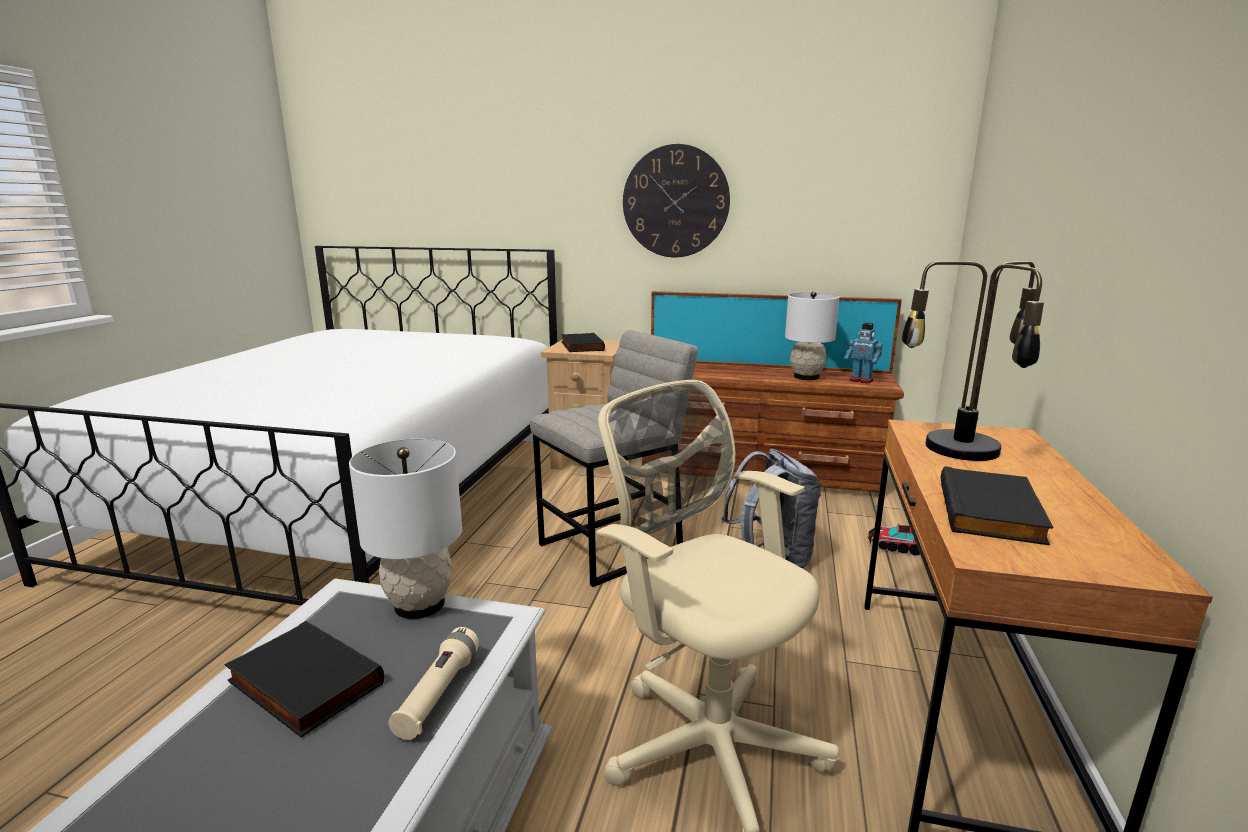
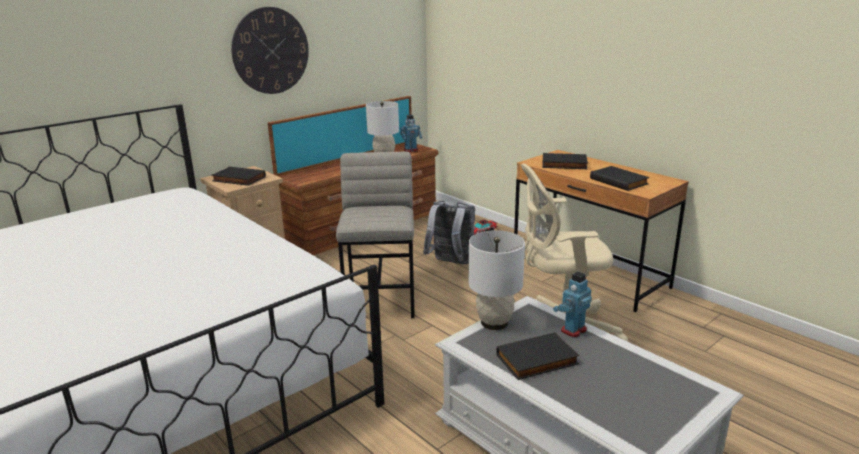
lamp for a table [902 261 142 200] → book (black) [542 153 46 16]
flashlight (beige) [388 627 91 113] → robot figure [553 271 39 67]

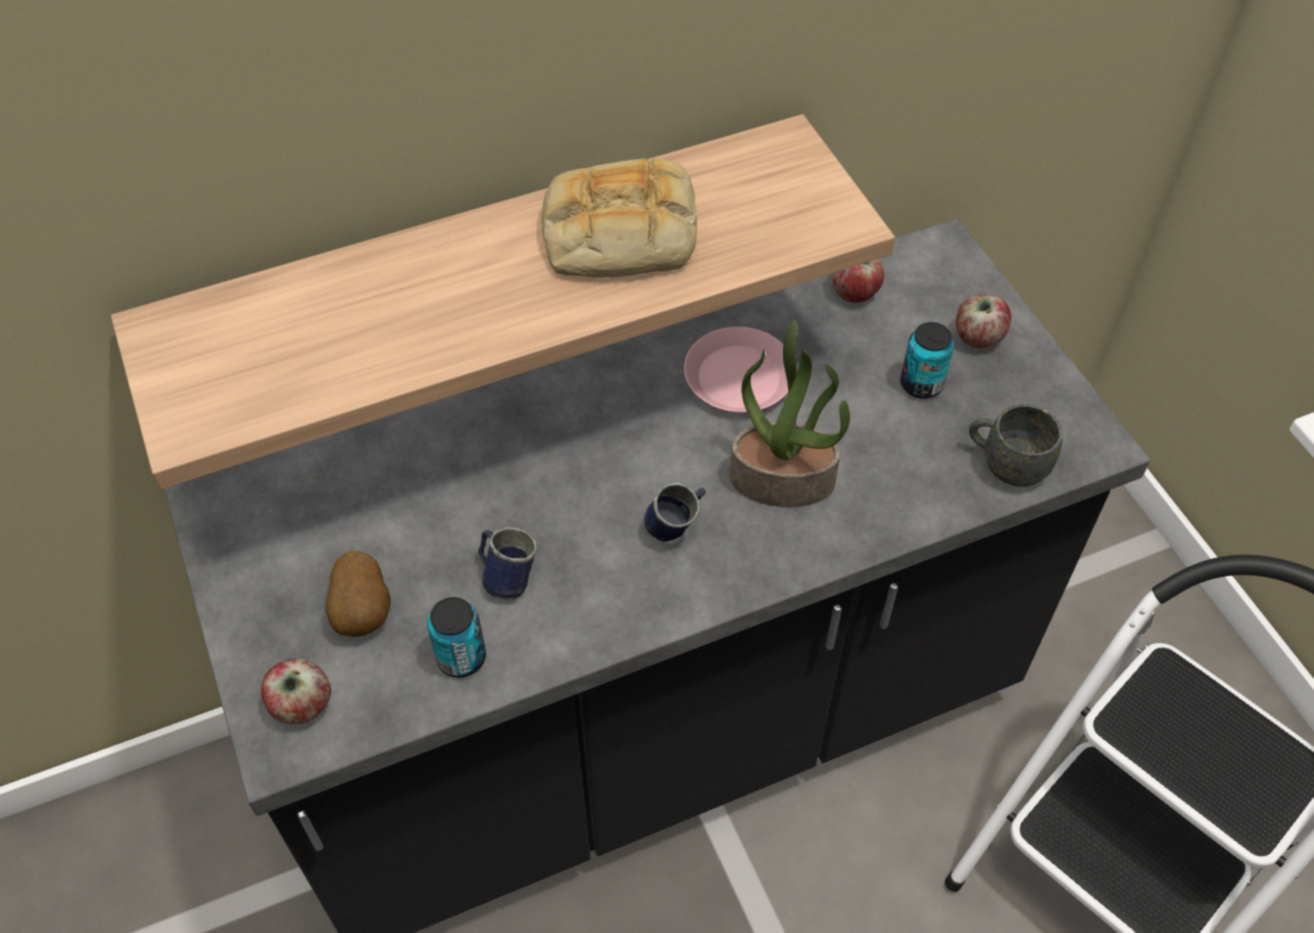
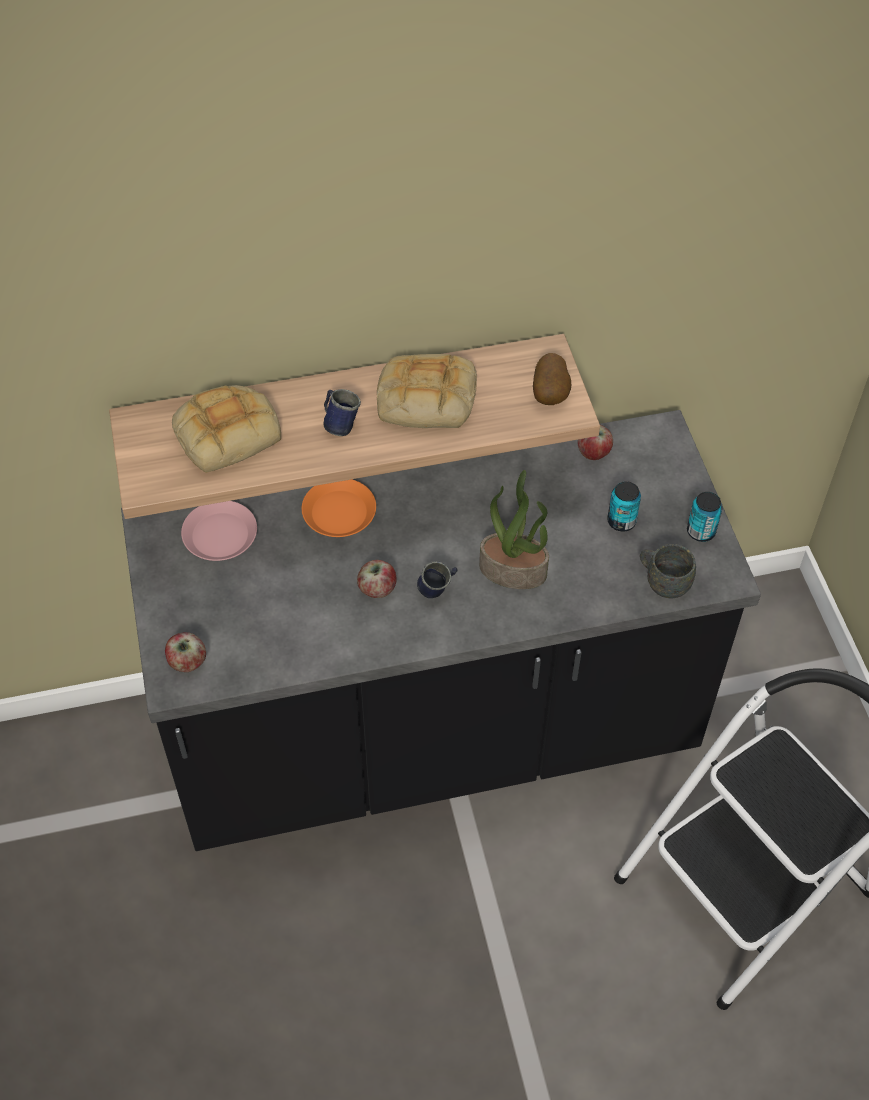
- → bread [172 385 109 88]
flat dish (pink-coloured) [684 327 104 85] → flat dish (pink-coloured) [181 501 76 60], relocated
- → flat dish (orangey) [302 479 74 58]
coffee mug (bluish) [478 527 59 73] → coffee mug (bluish) [323 389 38 47], relocated
whole apple [956 294 55 54] → whole apple [357 560 40 38], relocated
whole potato [326 551 65 86] → whole potato [533 353 38 52], relocated
sealed can [427 597 59 81] → sealed can [687 492 36 50], relocated

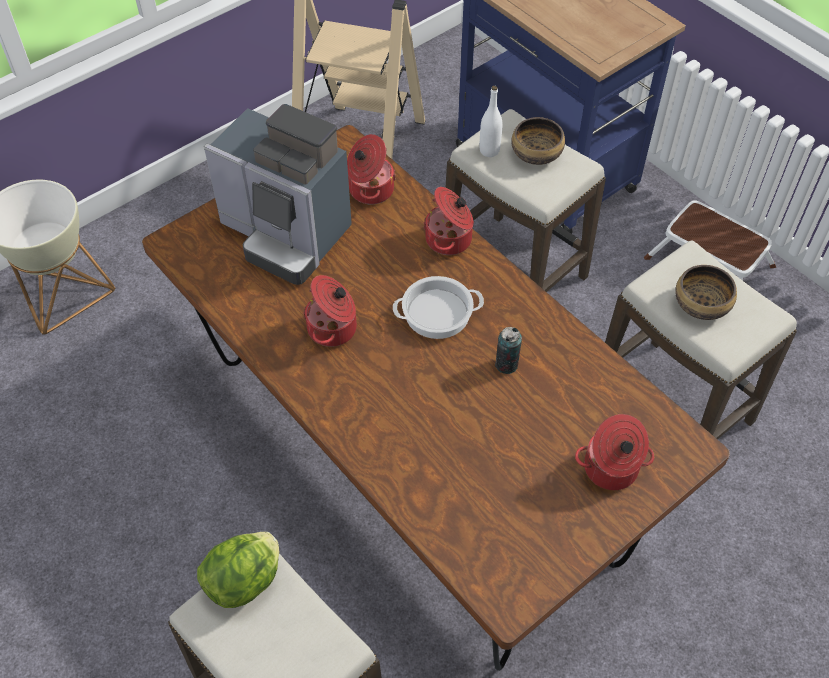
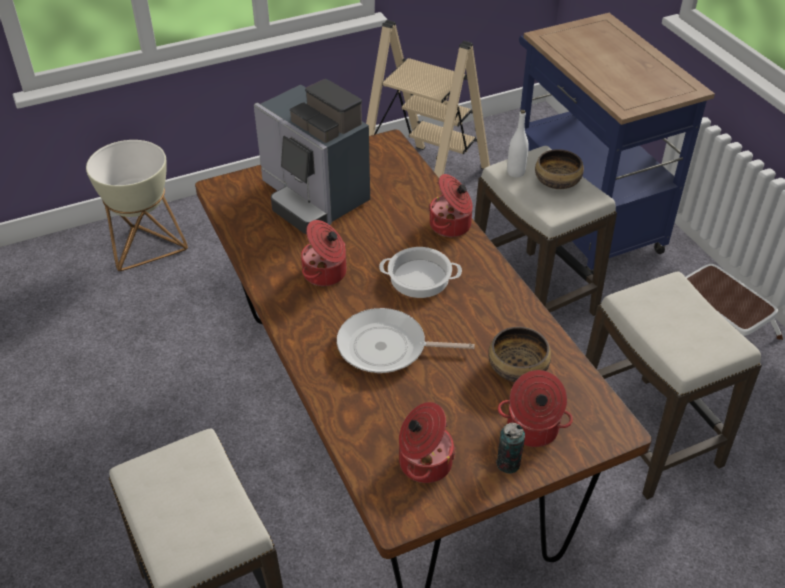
- → frying pan [337 308 138 65]
cooking pot [347 134 49 70] → cooking pot [399 402 57 81], relocated
bowl [675 265 62 55] → bowl [488 327 63 55], relocated
sealed can [495 327 27 47] → sealed can [496 423 29 51], relocated
lettuce head [197 532 82 76] → -

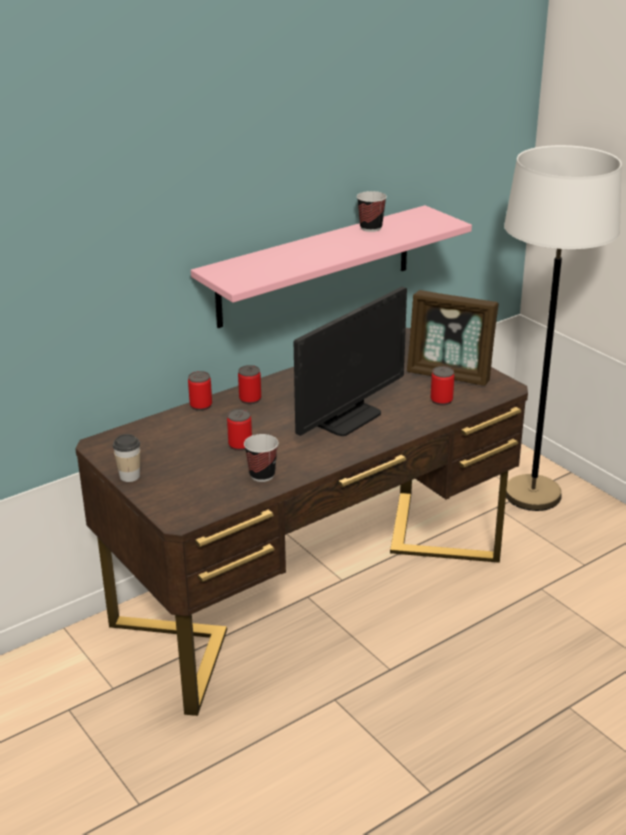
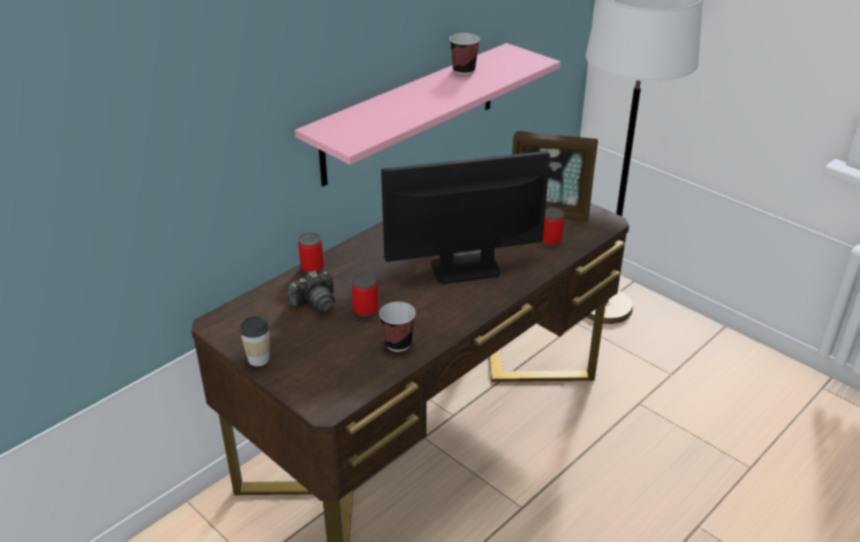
- → photo camera [288 271 47 42]
computer display [294 287 113 149] → computer display [381 151 169 133], 135 degrees counterclockwise
sealed can [238 365 23 39] → -

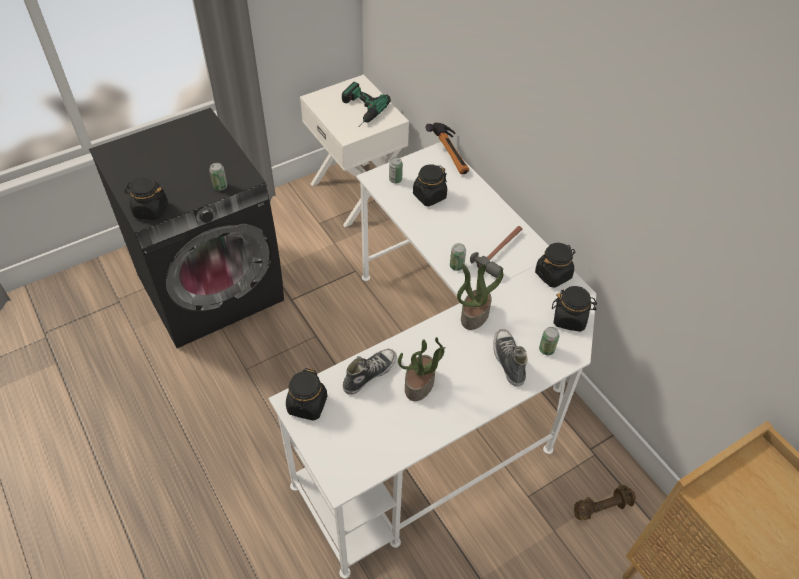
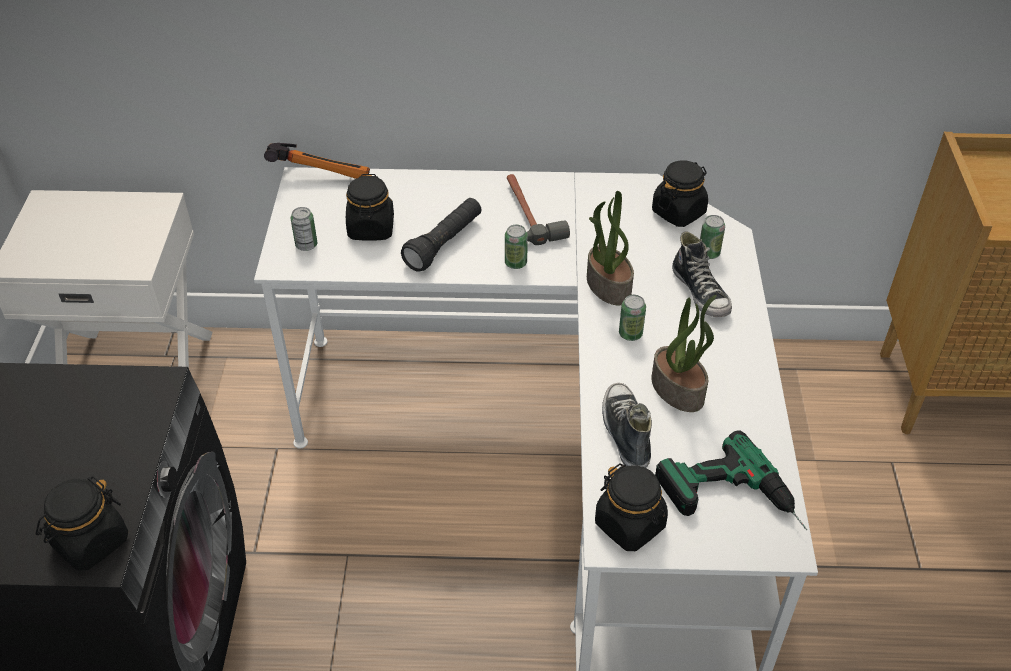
- → flashlight (black) [401 198 80 74]
sealed can [209 163 18 28] → sealed can [619 295 27 46], relocated
power drill [342 82 49 45] → power drill [655 430 152 100], relocated
item of footwear [493 329 34 58] → item of footwear [672 231 60 86], 135 degrees counterclockwise
preserve jar (black) [535 243 40 45] → -
free weight (brown) [574 485 62 35] → -

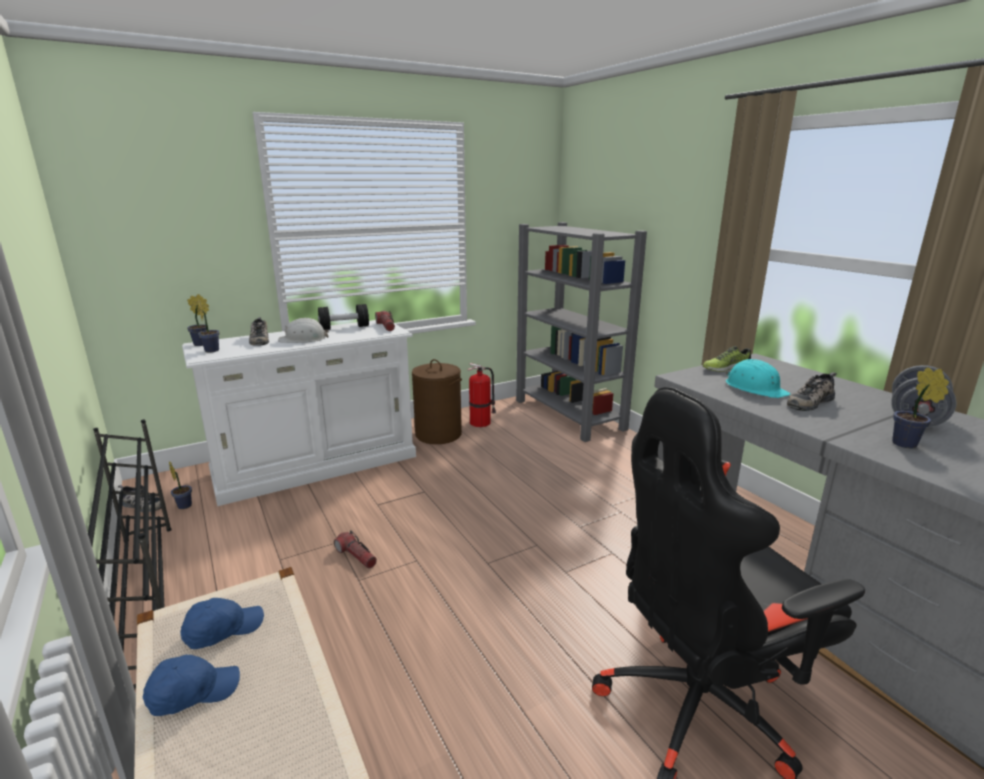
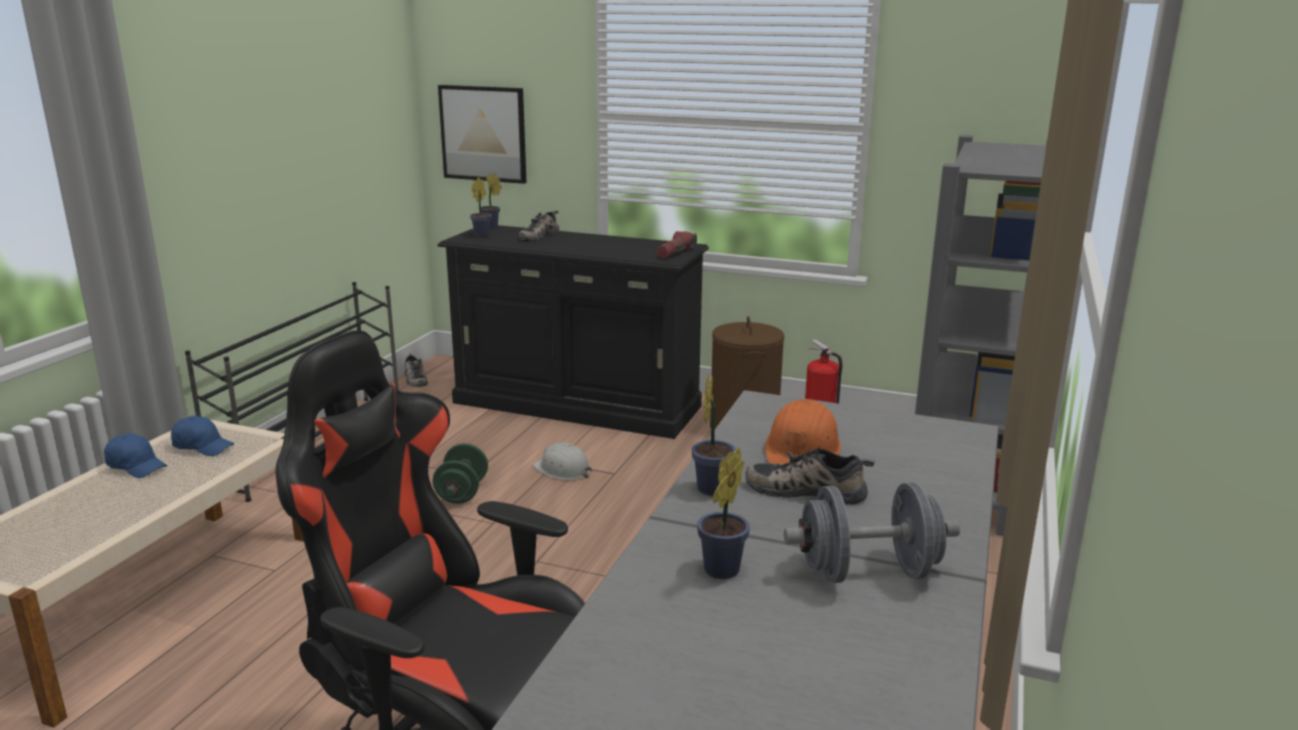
flashlight [334 531 43 38] → free weight (greenish) [433 443 55 61]
cupboard (white) [182 320 234 186] → cupboard (black) [437 225 272 214]
- → wall picture [438 85 89 99]
safety helmet (white) [278 318 51 25] → safety helmet (white) [533 443 59 37], relocated
houseplant [169 461 23 48] → houseplant [691 374 45 122], relocated
safety helmet (blue-green) [726 359 64 39] → safety helmet (orangey) [765 399 76 65]
free weight (black) [318 304 51 26] → -
item of footwear [703 346 48 26] → -

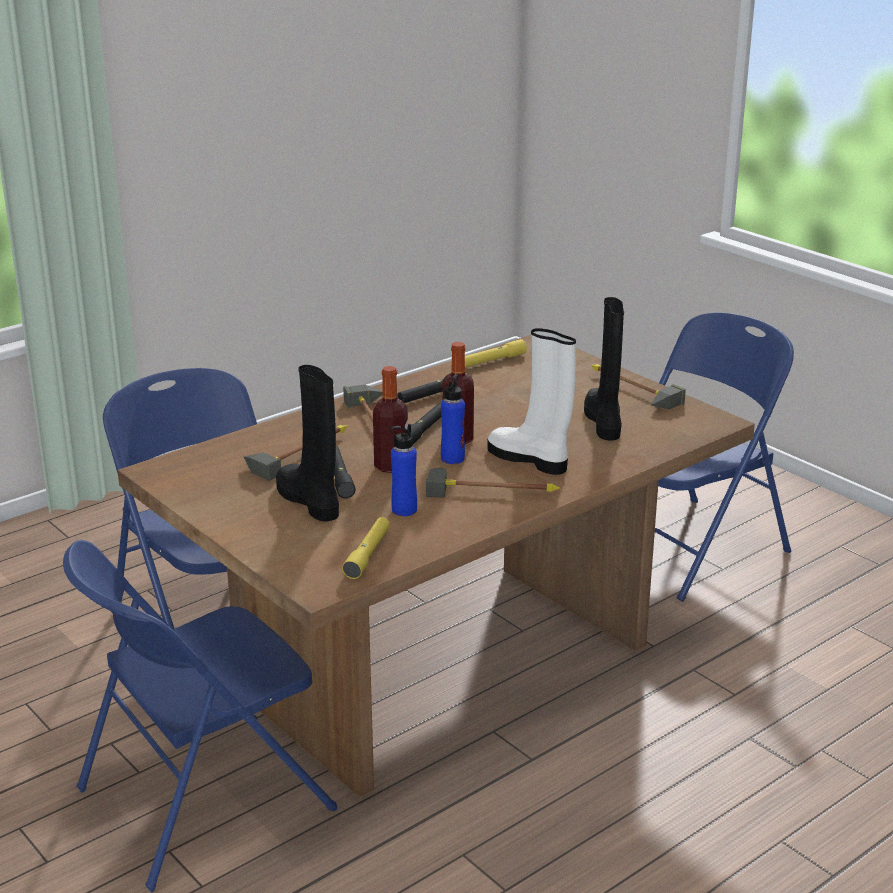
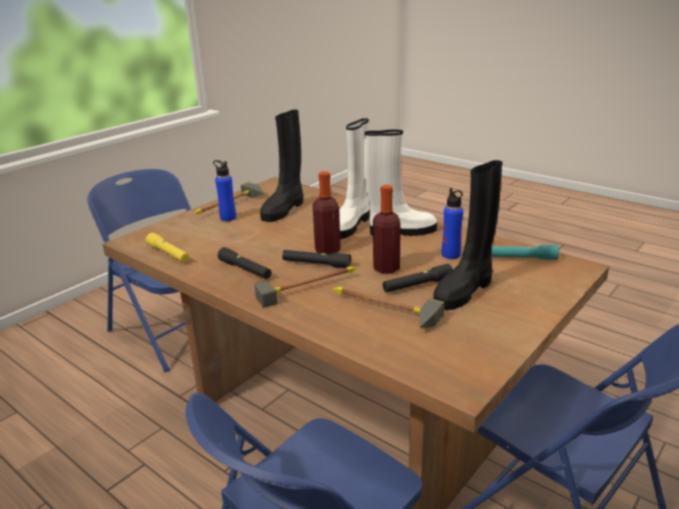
drink bottle (bluish) [441 374 24 90] → drink bottle (bluish) [213 160 23 61], relocated
boot (black) [584 297 40 144] → boot (black) [260 110 43 112], 45 degrees counterclockwise
hammer [426 467 134 31] → boot (white) [364 130 73 106]
flashlight (yellow) [342 517 48 62] → flashlight (blue-green) [491 245 68 15]

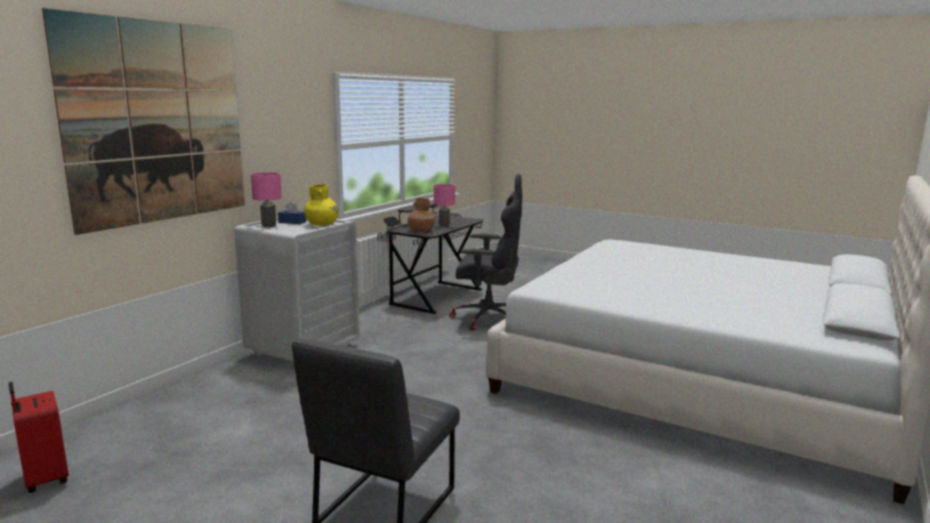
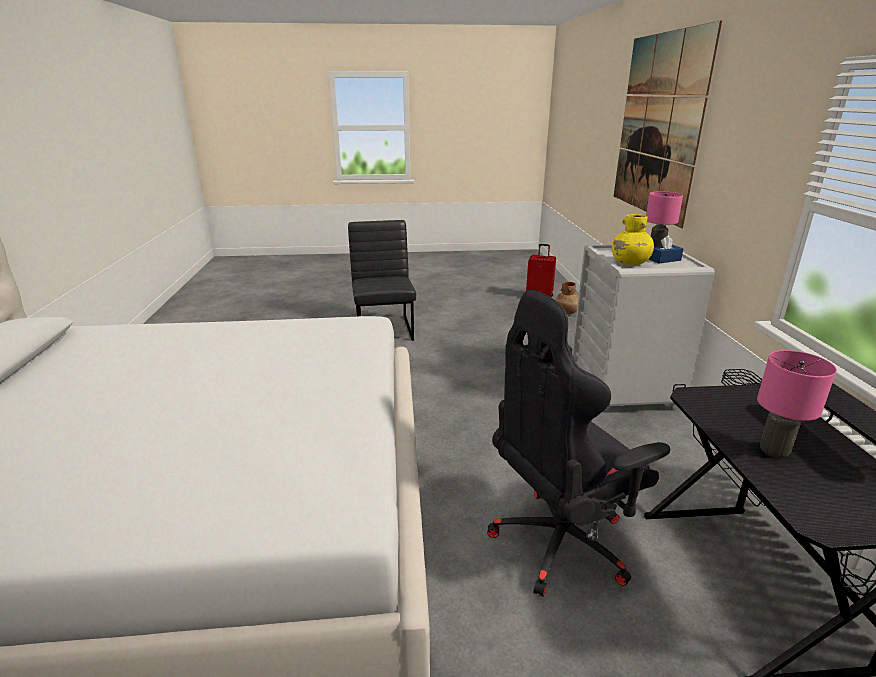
vase (brown) [408 198 27 34] → vase (brown) [556 282 23 32], relocated

